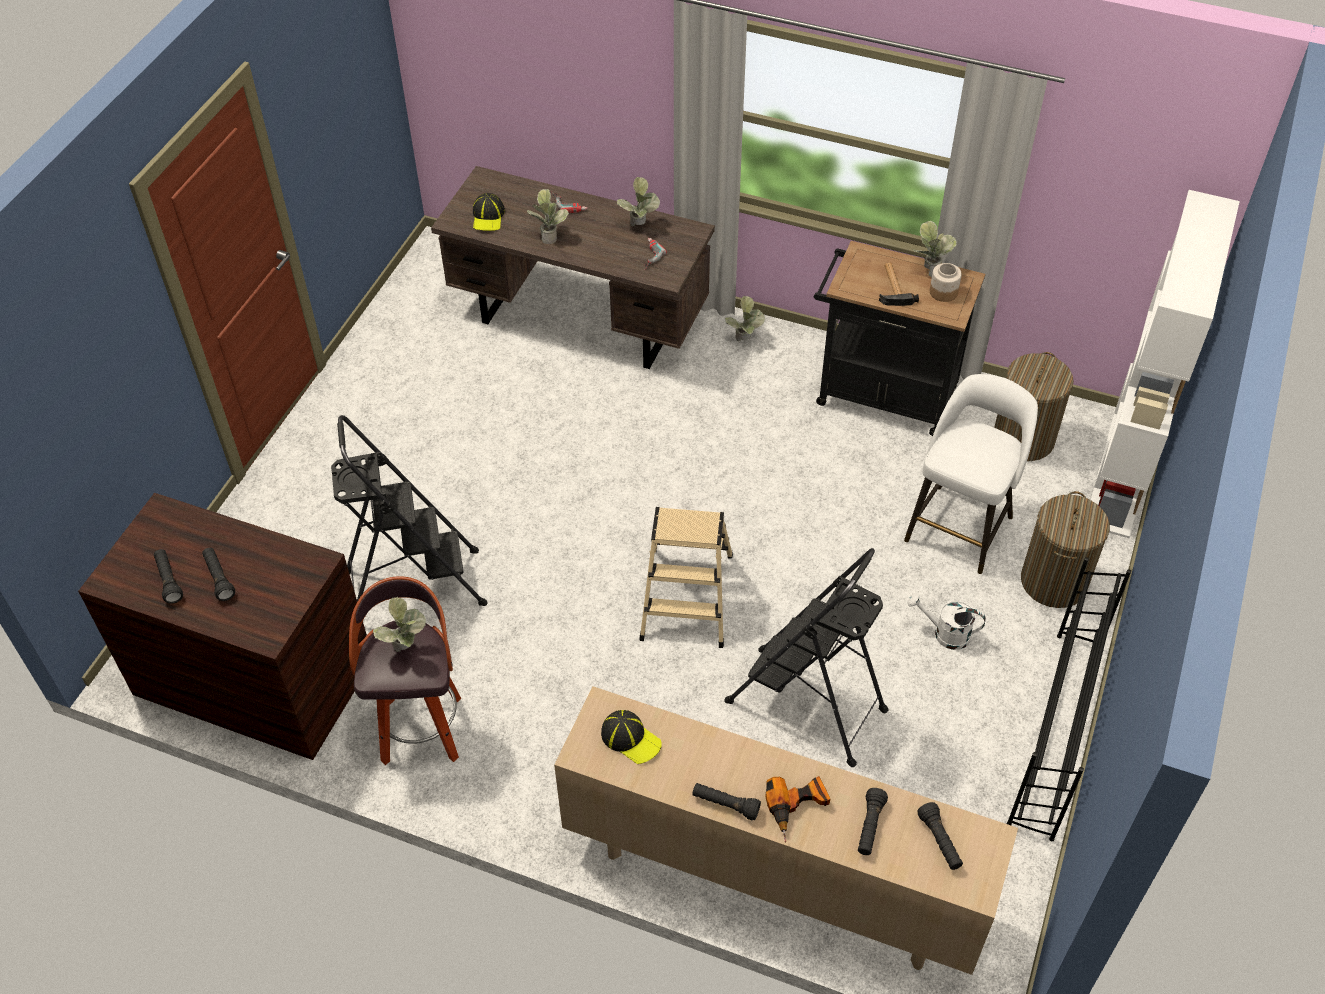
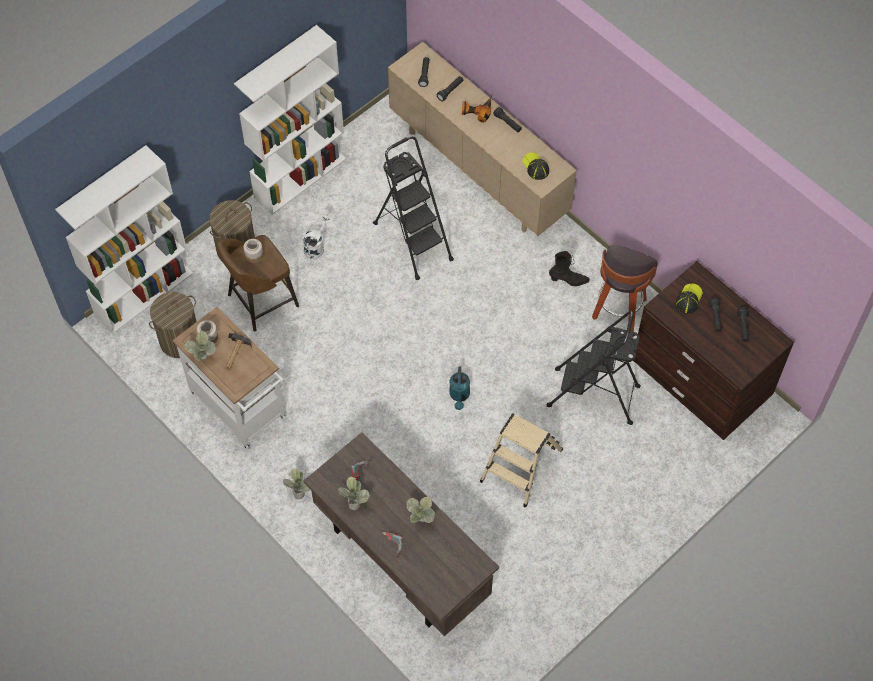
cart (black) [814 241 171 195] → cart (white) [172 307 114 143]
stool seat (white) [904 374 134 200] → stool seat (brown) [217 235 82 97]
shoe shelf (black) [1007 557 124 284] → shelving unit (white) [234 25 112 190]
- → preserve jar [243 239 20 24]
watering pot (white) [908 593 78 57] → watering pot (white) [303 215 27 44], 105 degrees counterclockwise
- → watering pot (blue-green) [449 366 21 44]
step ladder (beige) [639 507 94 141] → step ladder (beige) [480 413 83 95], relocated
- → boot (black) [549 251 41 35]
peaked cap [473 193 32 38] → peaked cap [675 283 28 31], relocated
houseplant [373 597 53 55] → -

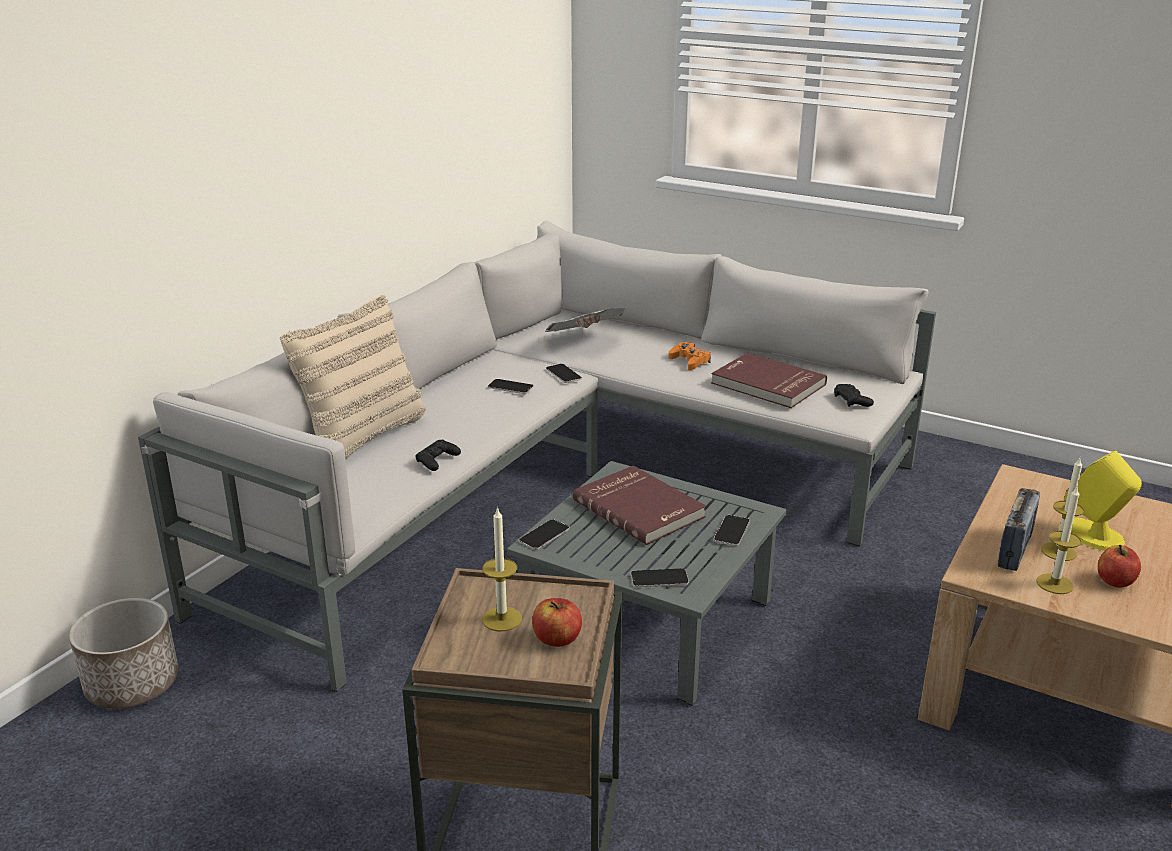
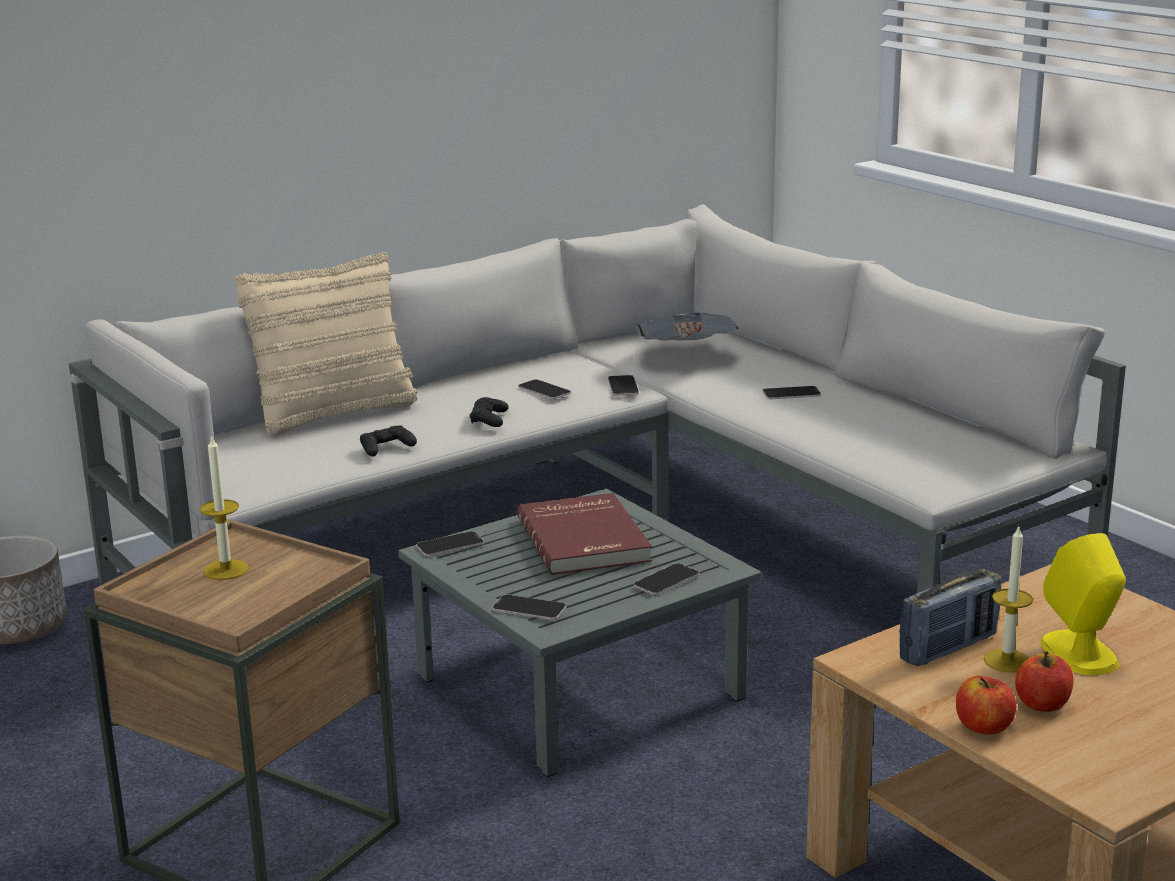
joypad (black) [834 384 40 23] → joypad (black) [470 397 39 30], relocated
joypad (orangey) [669 342 42 28] → handset [763 386 58 13]
whole apple [532 598 50 49] → whole apple [956 676 60 59], relocated
book (red) [711 353 116 55] → -
wax light [1036 487 45 107] → -

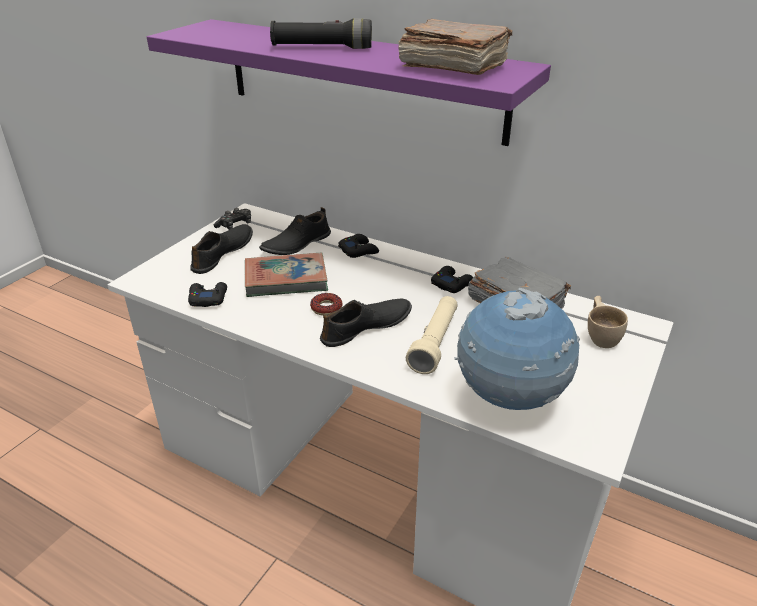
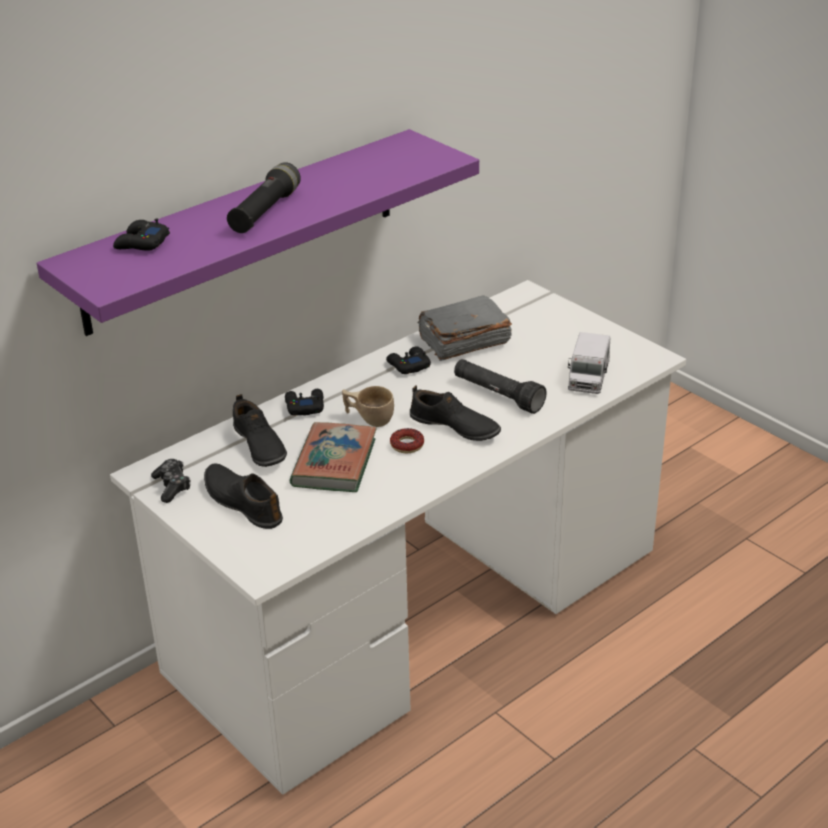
joypad (black) [188 282 39 25] → joypad (black) [113 218 57 33], relocated
cup (beige) [588 296 40 52] → cup (beige) [342 386 52 41], relocated
item of footwear (black) [320 299 92 48] → item of footwear (black) [410 385 91 56], 135 degrees clockwise
flashlight (beige) [406 296 52 78] → flashlight (black) [454 359 93 55]
desk globe [455 288 125 122] → toy truck [568 332 43 62]
book (brown) [398 19 114 56] → -

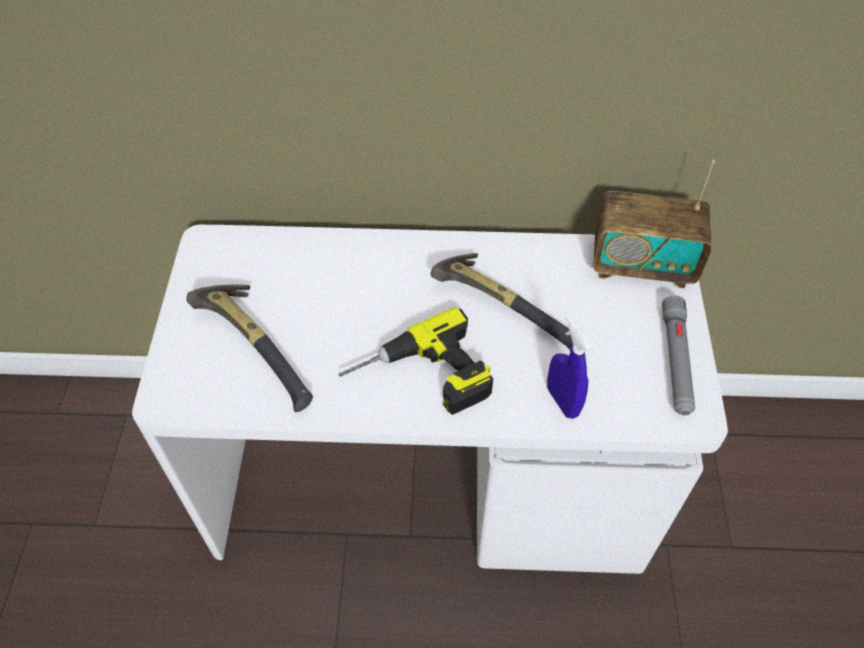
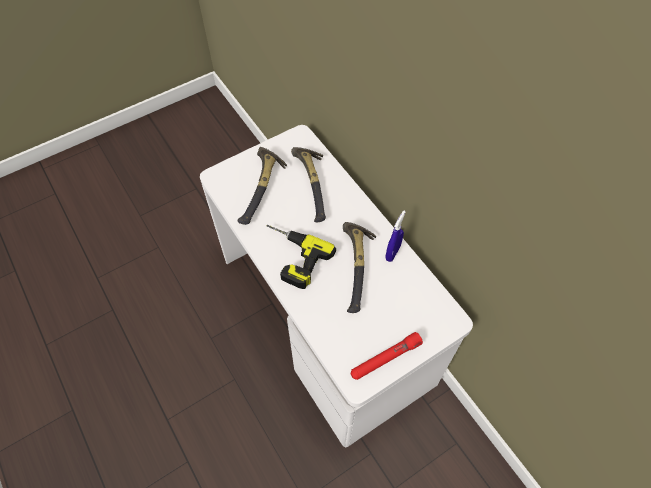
- → hammer [291 147 35 75]
flashlight (grey) [662 295 33 121] → flashlight (red) [351 332 72 48]
spray bottle (bluish) [547 315 45 104] → spray bottle (bluish) [385 210 21 52], relocated
radio set [593 160 122 128] → -

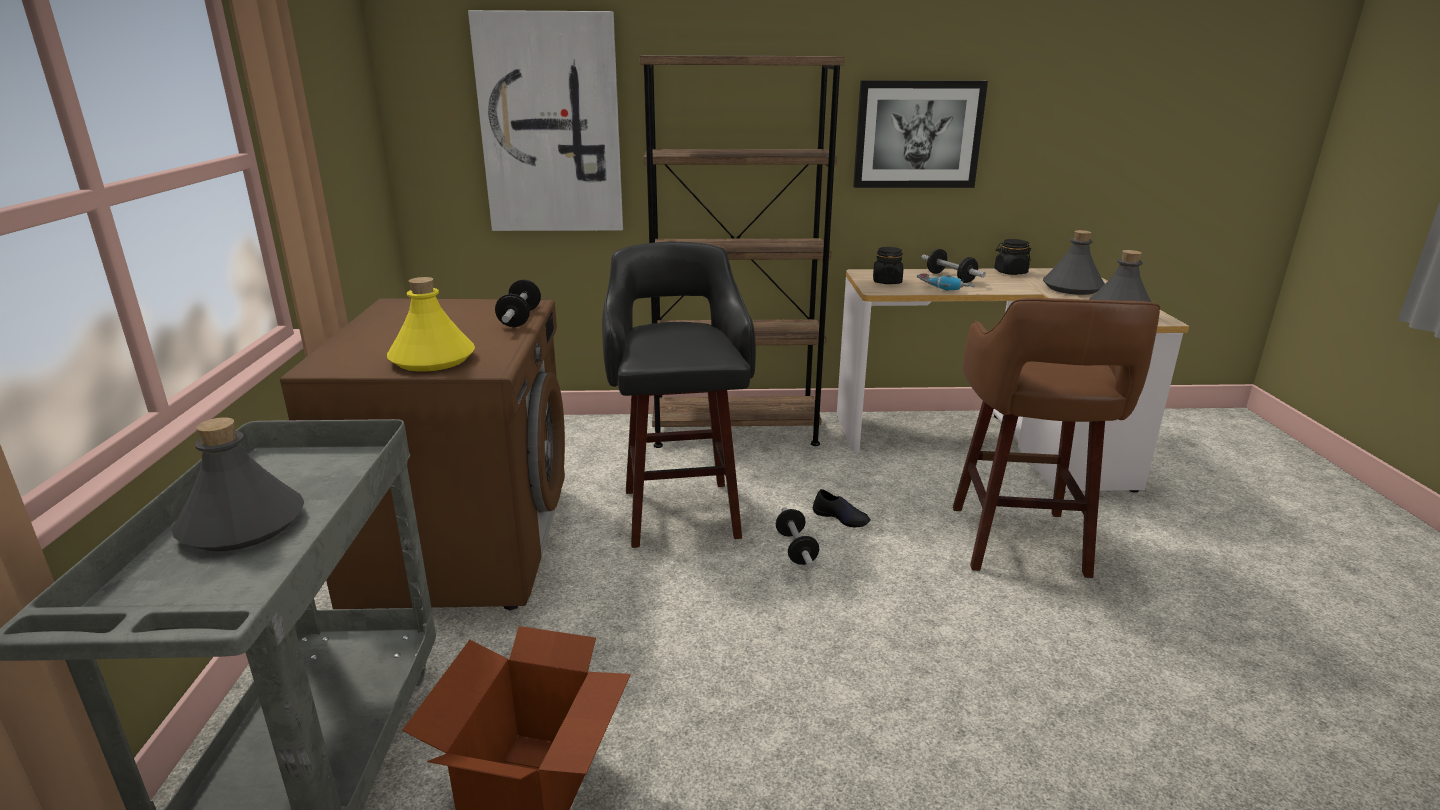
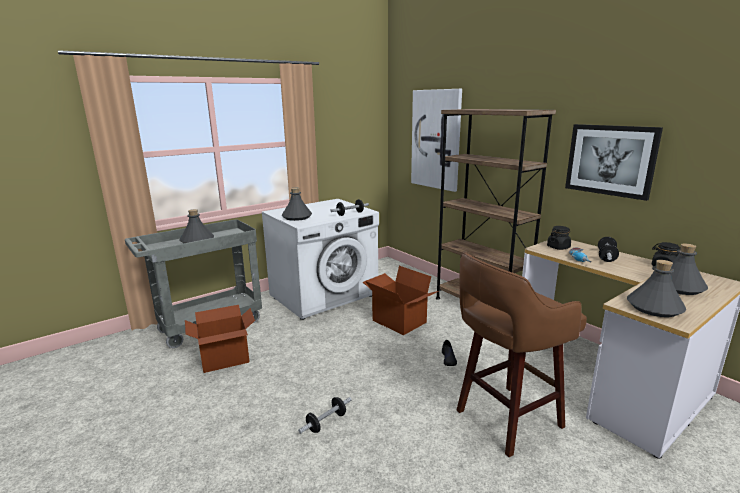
laundry appliance (brown) [280 298 285 313] → laundry appliance (white) [262 199 117 121]
drink bottle (yellow) [387 277 88 95] → drink bottle (grey) [282 188 30 33]
free weight [776 507 43 61] → free weight [298 397 54 37], relocated
stool seat (black) [602 242 154 306] → cardboard box [363 266 76 69]

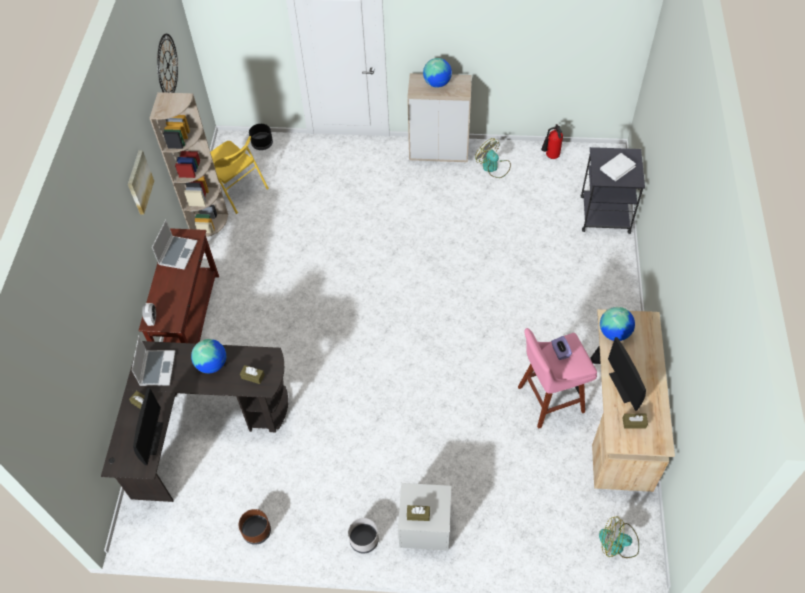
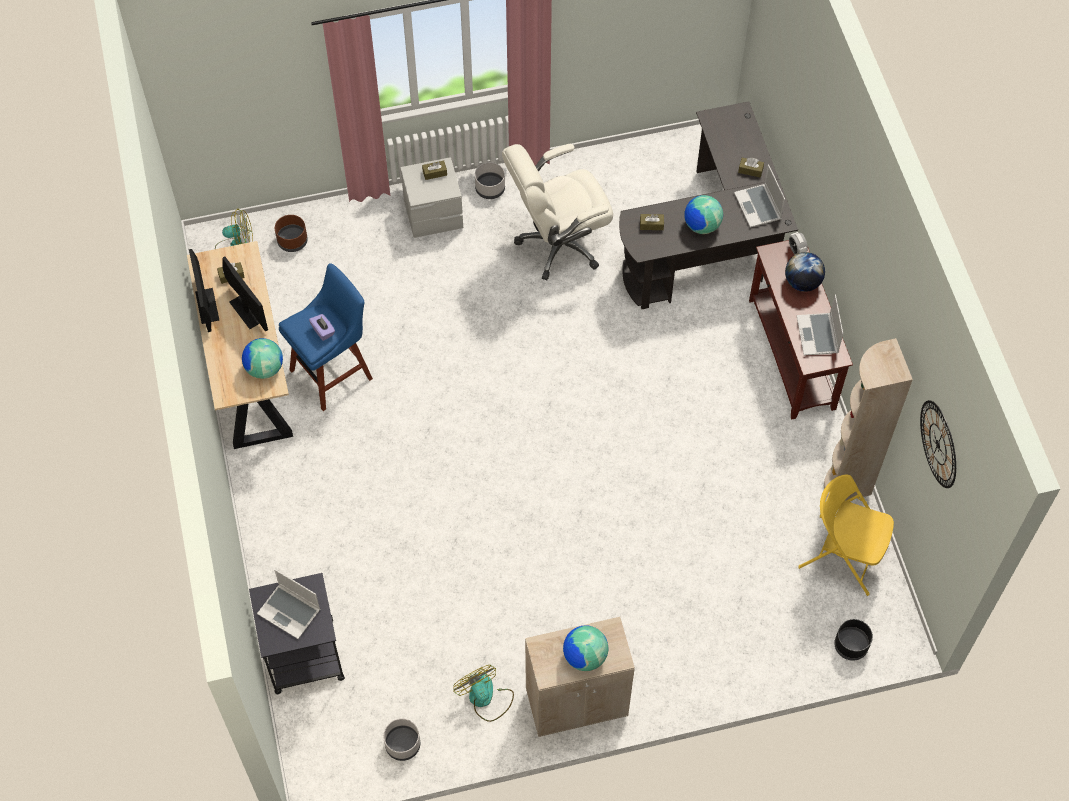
computer display [133 388 30 77] → computer display [189 249 30 83], relocated
book (white) [600 153 36 28] → portable computer [257 569 63 70]
plant pot (brown) [239 509 32 36] → plant pot (brown) [275 215 33 37], relocated
stool seat (pink-coloured) [518 328 79 101] → stool seat (bluish) [279 263 94 148]
extinguisher [541 124 22 35] → plant pot (grey) [383 718 37 43]
cooling fan [475 138 36 40] → cooling fan [453 665 61 57], 150 degrees counterclockwise
- → desk chair (white) [502 144 111 136]
- → desk globe [785 252 40 40]
wall picture [128 150 26 65] → -

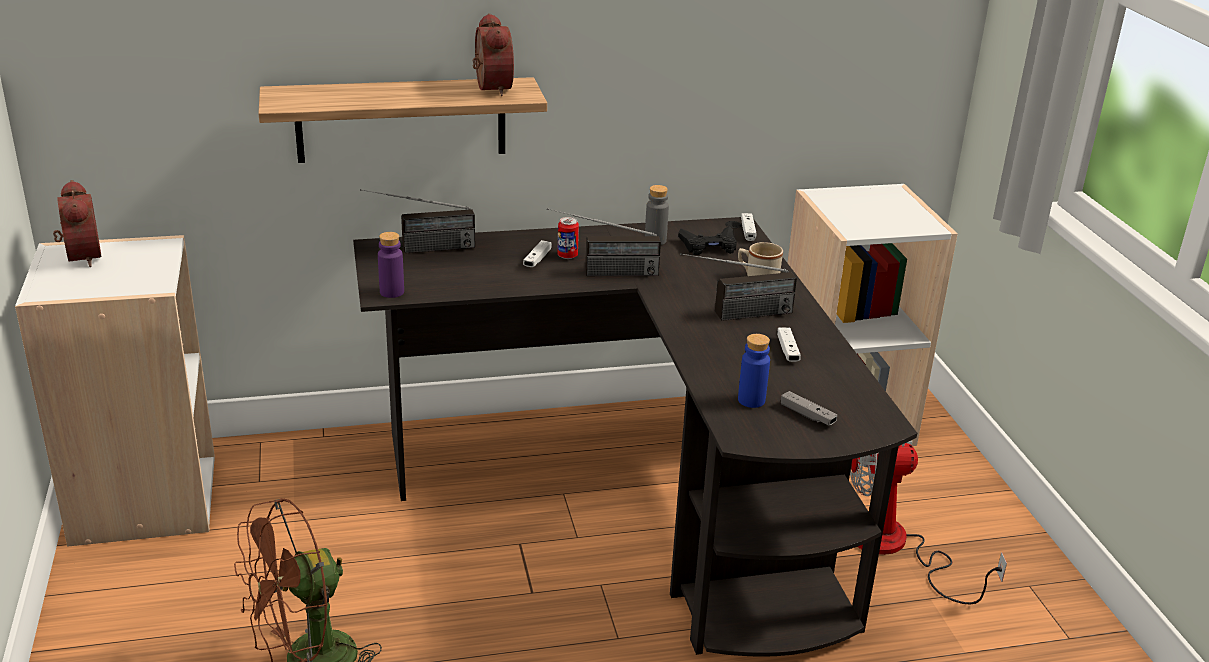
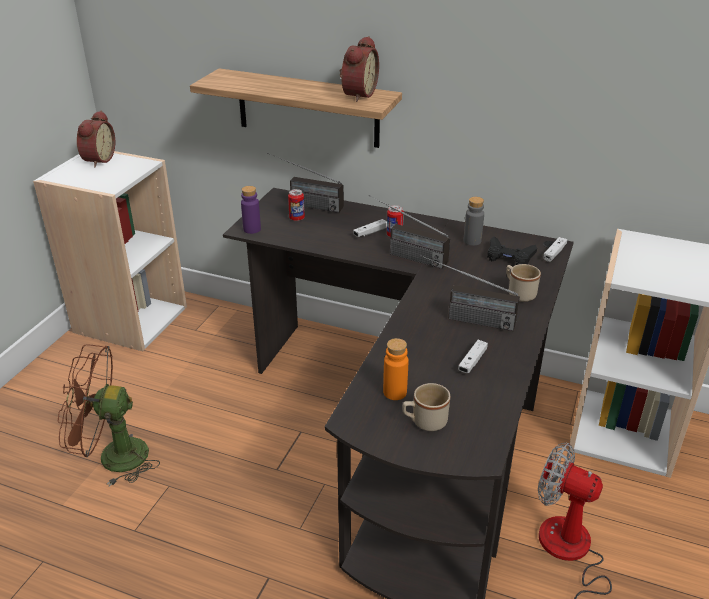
- → sealed can [288 189 17 32]
drink bottle (bluish) [738 334 32 74] → drink bottle (orangey) [383 338 26 62]
joypad (grey) [781 391 56 35] → coffee mug (beige) [402 383 48 48]

